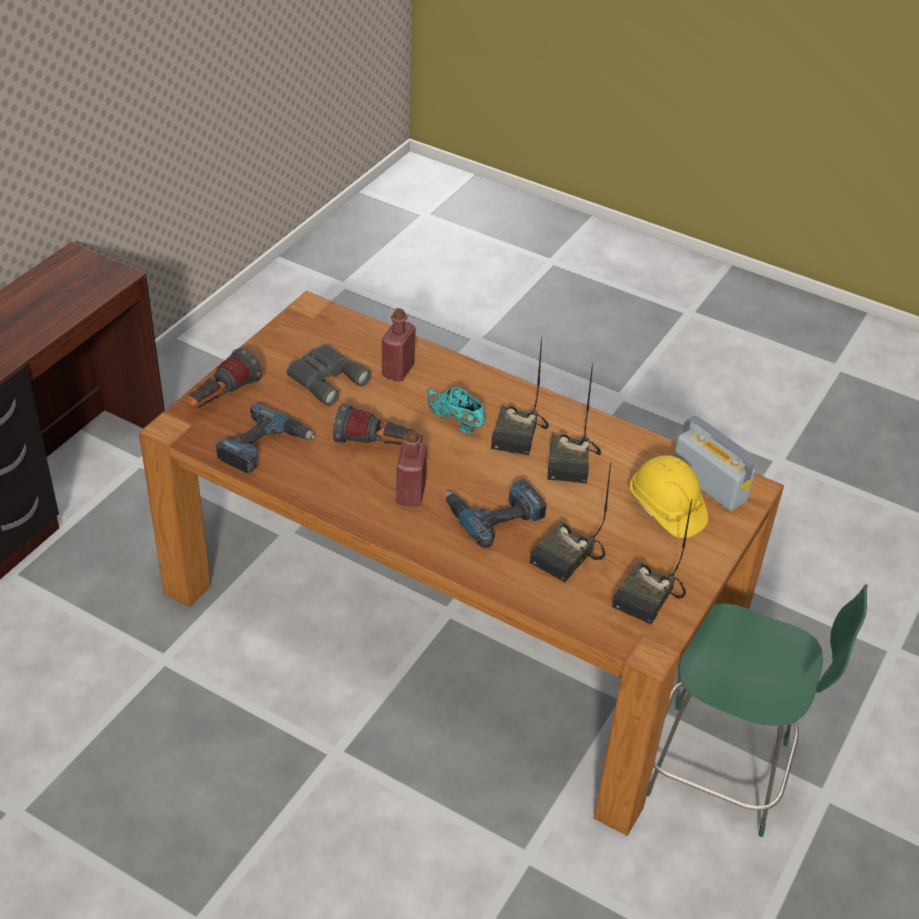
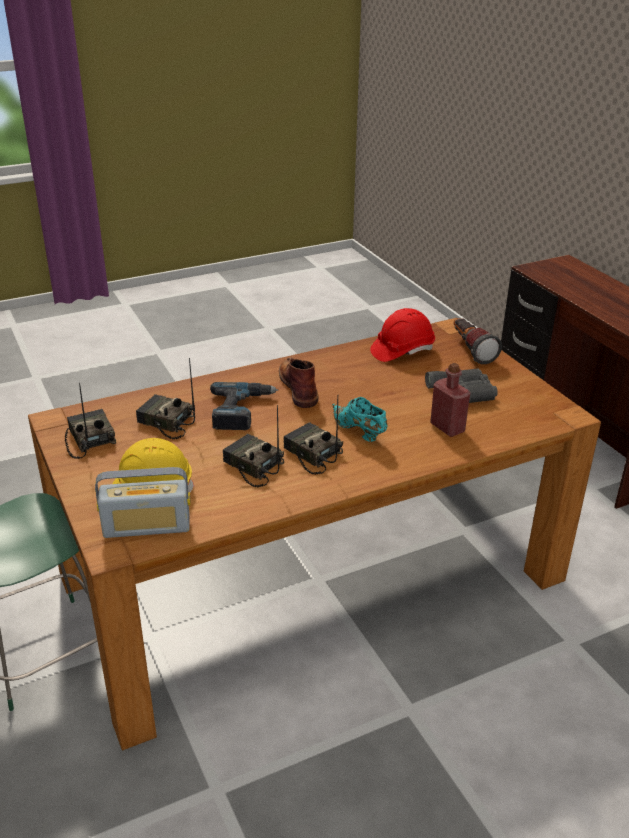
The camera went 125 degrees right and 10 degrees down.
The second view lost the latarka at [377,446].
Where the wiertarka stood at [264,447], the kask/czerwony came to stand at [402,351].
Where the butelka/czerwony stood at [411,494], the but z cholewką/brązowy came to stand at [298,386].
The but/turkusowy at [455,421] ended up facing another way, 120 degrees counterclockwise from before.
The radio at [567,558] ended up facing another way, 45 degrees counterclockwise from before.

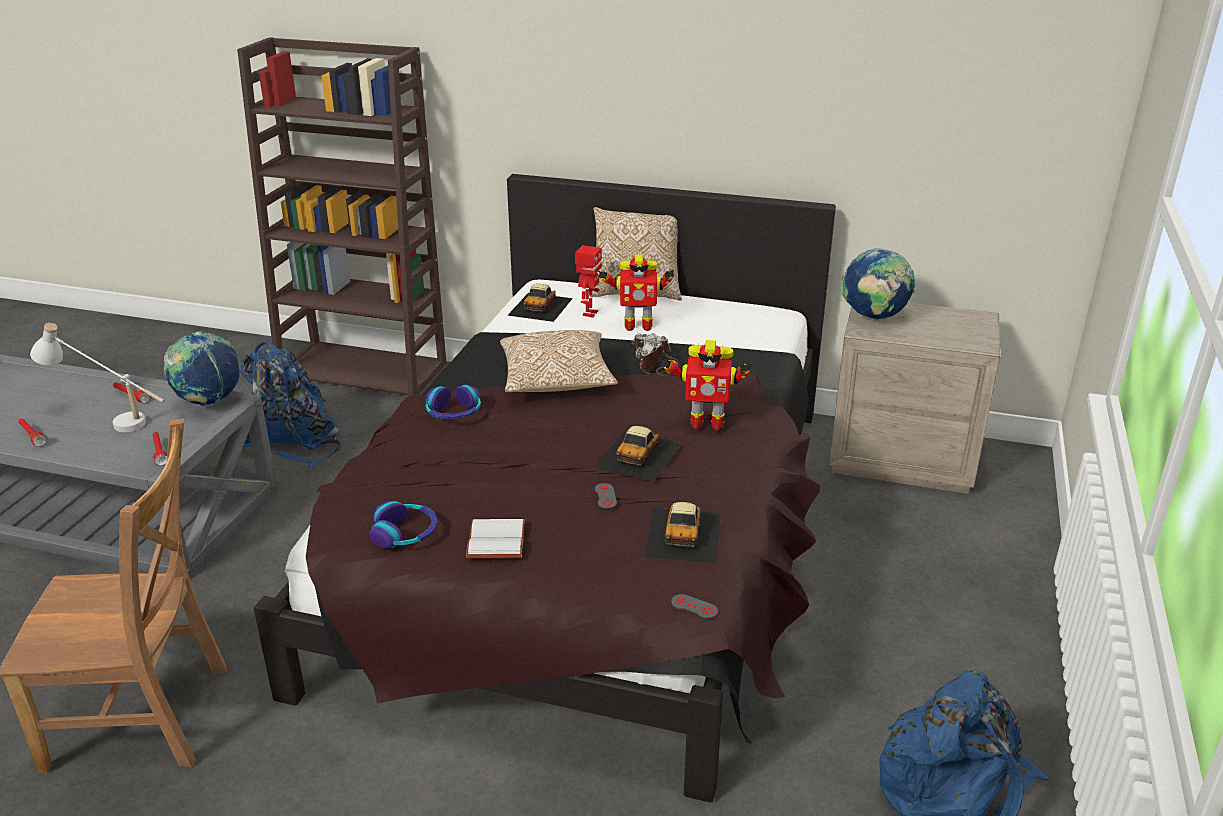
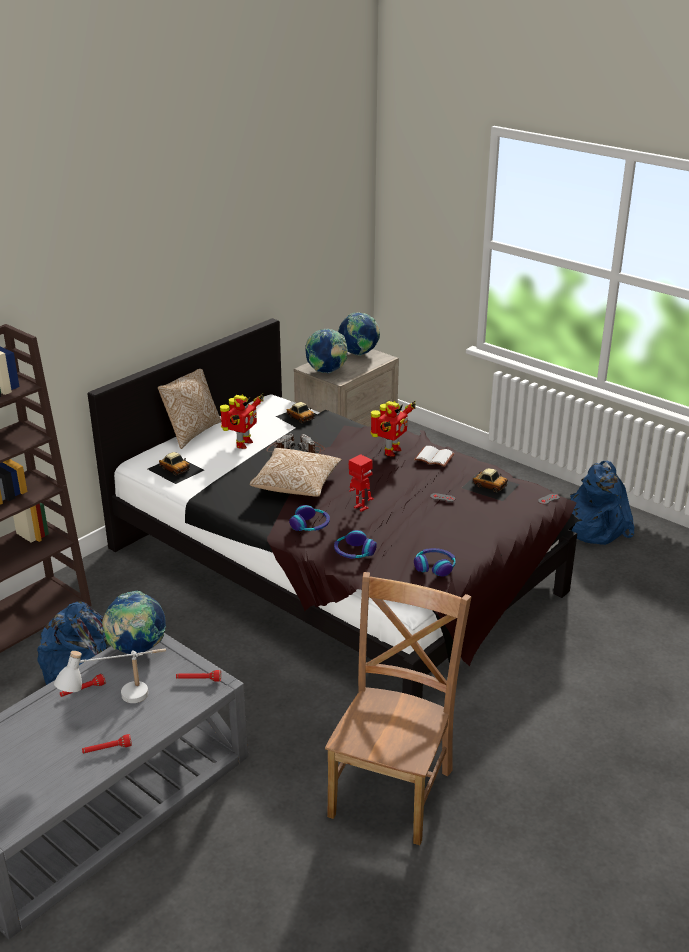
The camera went 65 degrees left and 0 degrees up.
The second view gained the słuchawki at [354,552].
The second view gained the globus at [359,354].
The książka/biały ended up elsewhere, having gone from [494,540] to [433,458].
The robot zabawkowy ended up elsewhere, having gone from [589,313] to [360,508].
The samochodzik ended up elsewhere, having gone from [639,455] to [301,418].

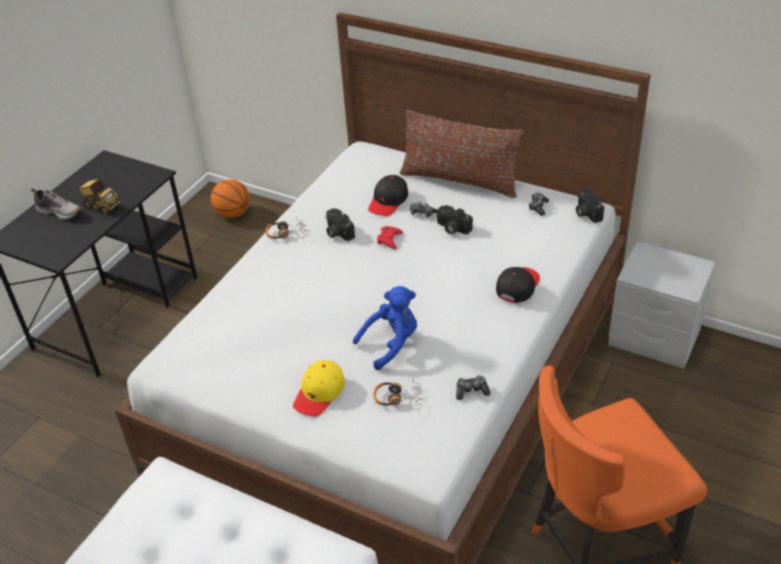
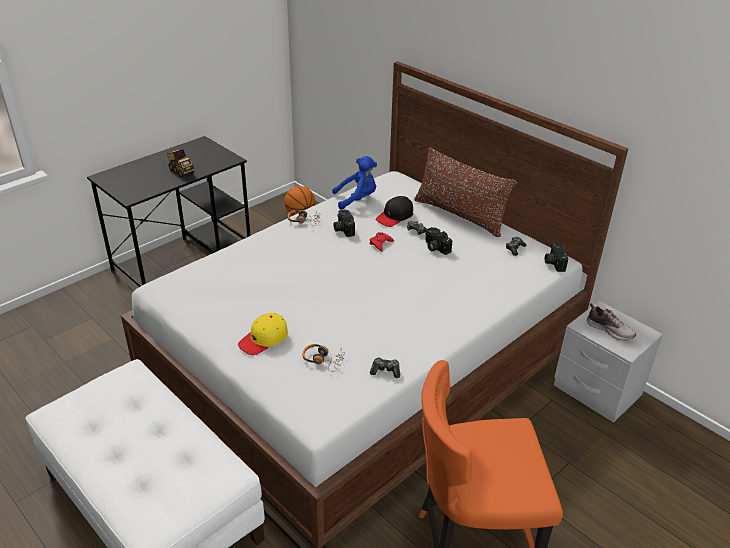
The camera went 15 degrees right and 5 degrees down.
The second view lost the czapka z daszkiem/czarny at [517,287].
The but ended up elsewhere, having gone from [59,211] to [609,330].
The pluszak/niebieski ended up elsewhere, having gone from [391,344] to [357,199].

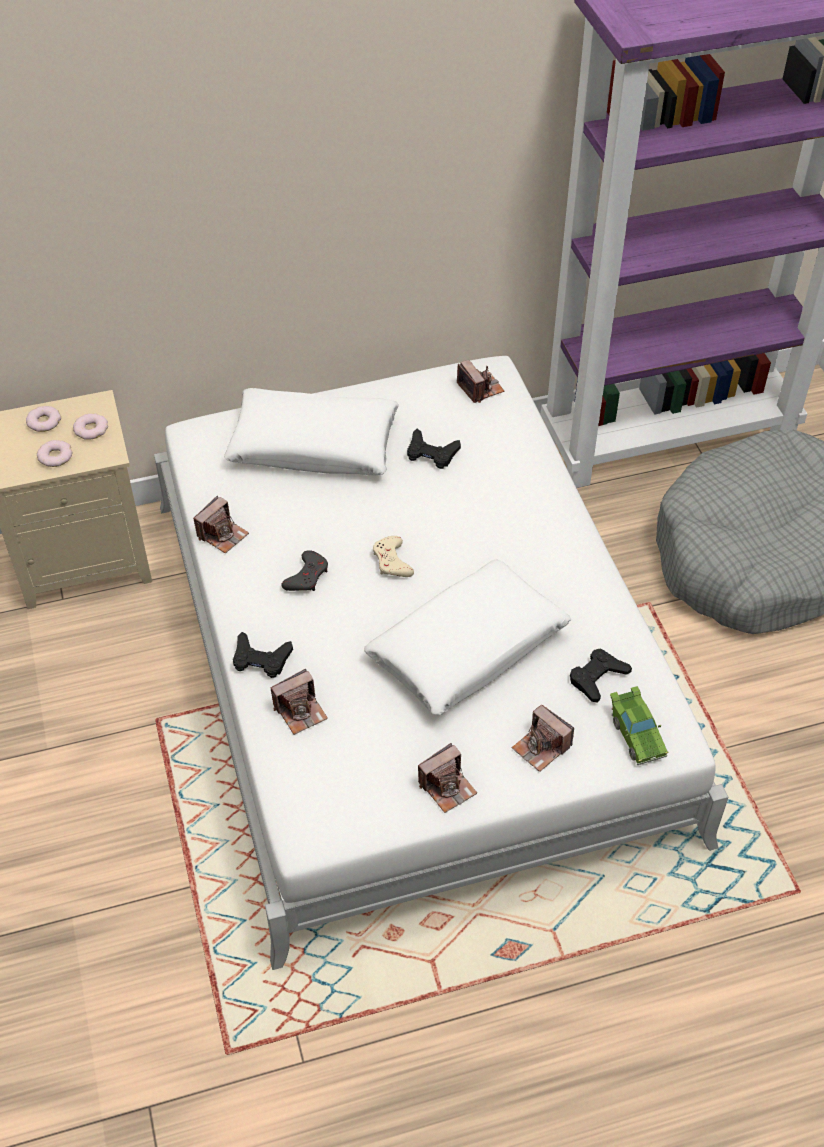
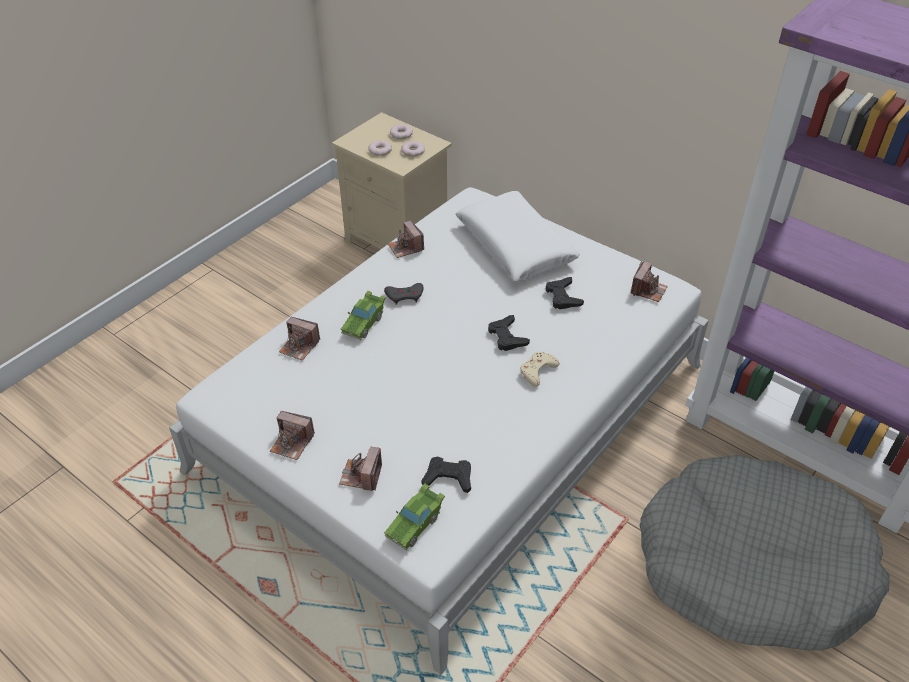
The camera went 55 degrees right and 5 degrees down.
The second view lost the poduszka/biały at [467,649].
The second view gained the samochodzik/zielony at [364,323].
The pad do gier/czarny ended up elsewhere, having gone from [261,659] to [507,337].
The pad do gier/beżowy ended up elsewhere, having gone from [392,561] to [537,371].
The aparat fotograficzny at [222,535] ended up facing another way, 60 degrees clockwise from before.

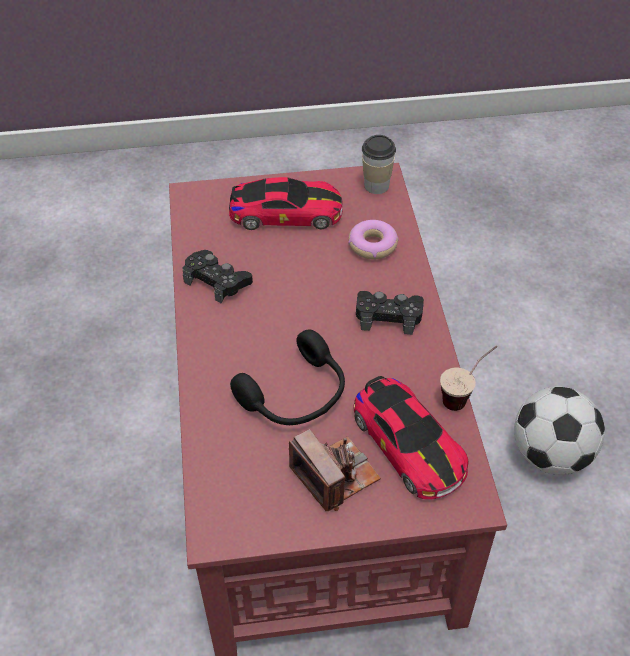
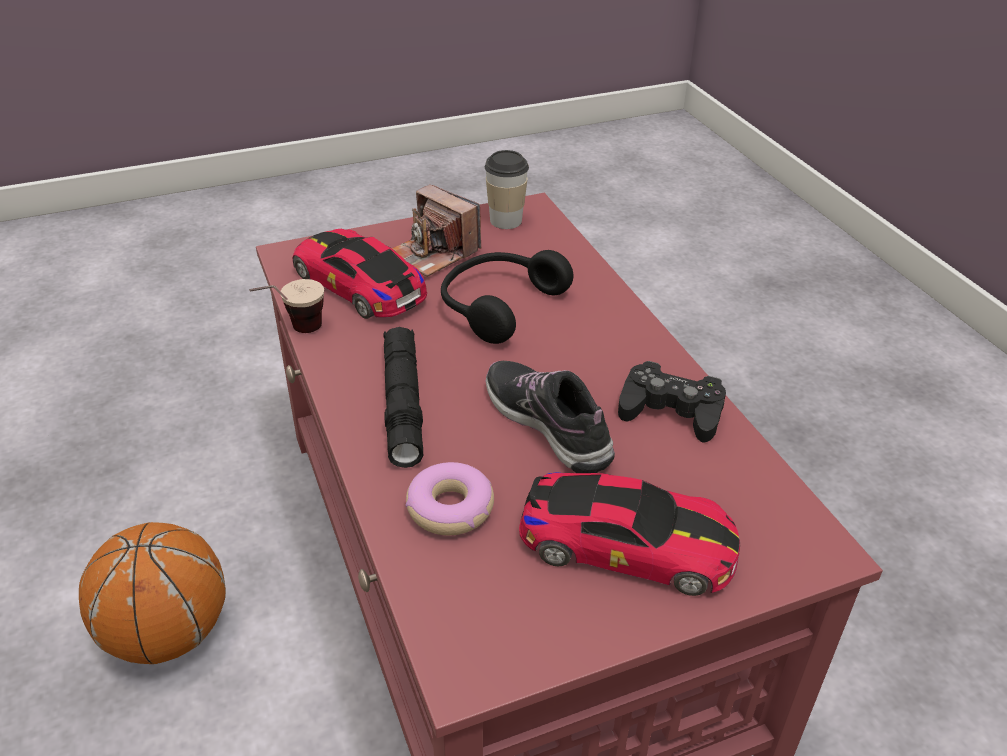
The camera went 165 degrees right and 10 degrees down.
The second view gained the but at [548,425].
The filiżanka ended up elsewhere, having gone from [376,185] to [506,220].
Where the pad do gier/czarny stood at [388,316], the latarka/czarny came to stand at [403,404].
Where the piłka futbolowa stood at [551,454], the piłka do koszykówki came to stand at [168,634].
The samochodzik at [286,212] ended up facing another way, 150 degrees counterclockwise from before.

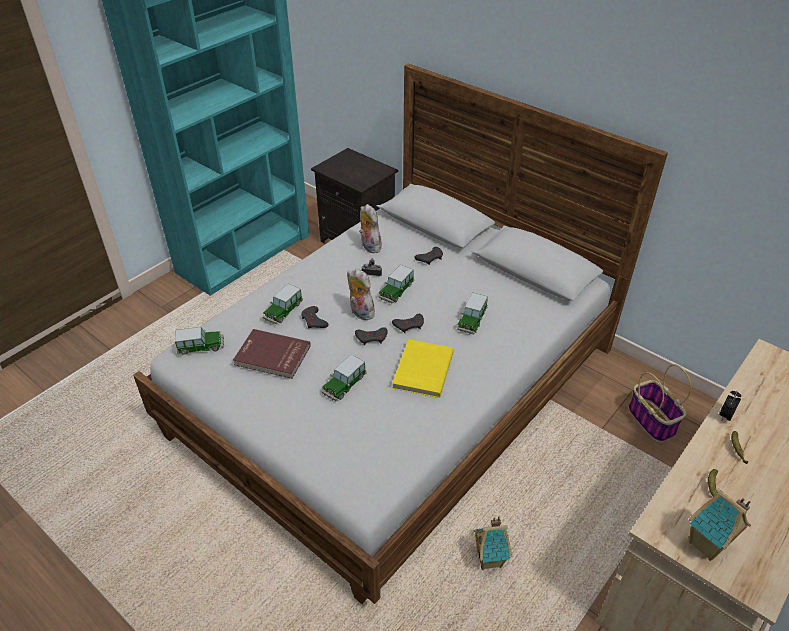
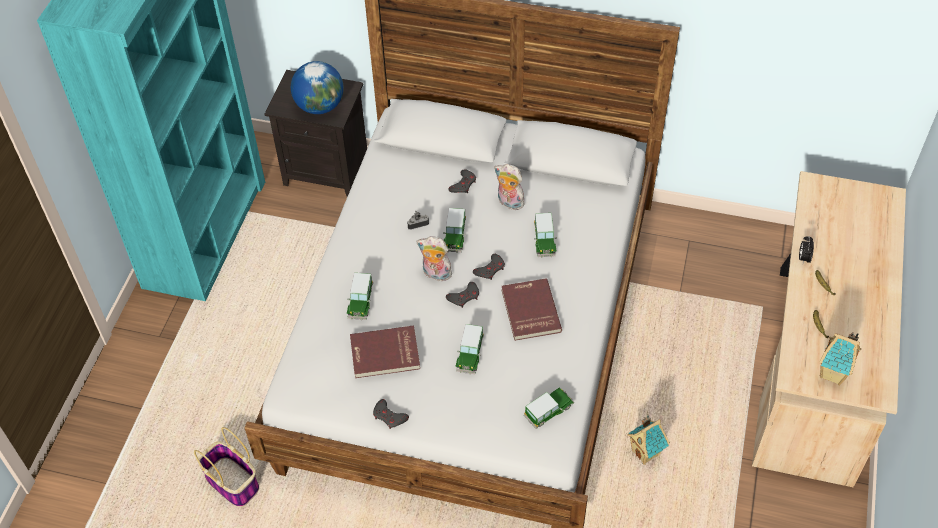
The camera went 25 degrees left and 10 degrees up.
The second view gained the globus at [320,106].
The samochodzik ended up elsewhere, having gone from [201,346] to [549,410].
The pad do gier/szary ended up elsewhere, having gone from [314,320] to [389,416].
The pluszak ended up elsewhere, having gone from [369,246] to [509,203].
The koszyk ended up elsewhere, having gone from [652,421] to [233,483].
What was the książka/żółty at [421,370] turned into the książka/czerwony at [529,311].

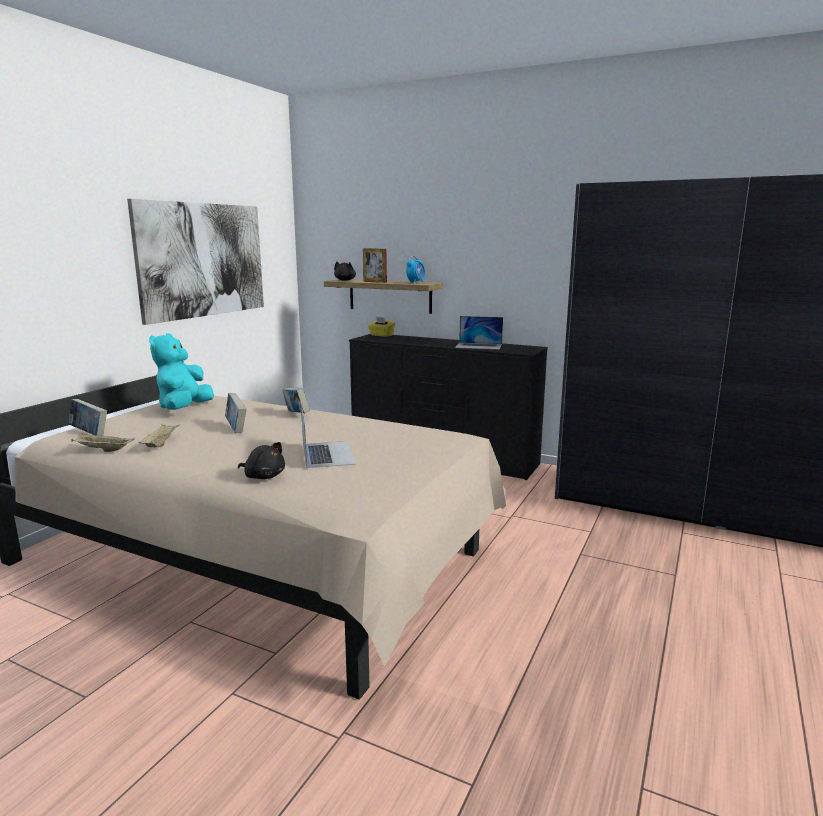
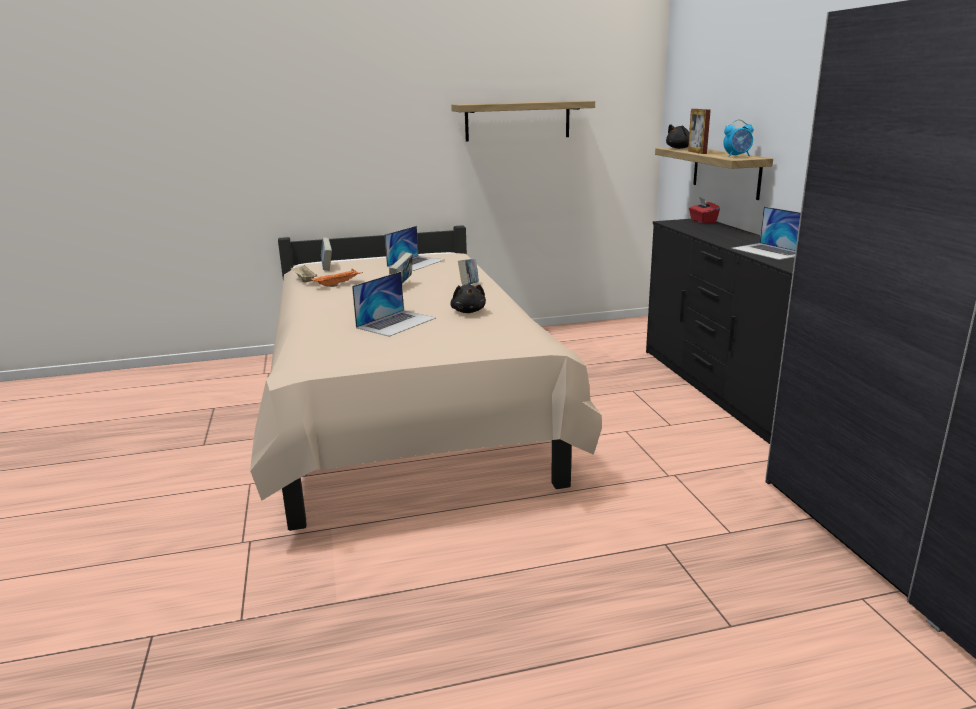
The camera went 50 degrees right and 5 degrees up.
The pluszak/czarny ended up elsewhere, having gone from [263,476] to [468,311].
Where the obraz hung at [203,260], the półka came to hang at [517,120].
Where the pluszak/turkusowy stood at [184,408], the laptop came to stand at [416,263].
What was the taca/beżowy at [160,443] turned into the taca/pomarańczowy at [338,284].
What was the pudełko chusteczek/żółty at [381,335] turned into the pudełko chusteczek/czerwony at [702,221].

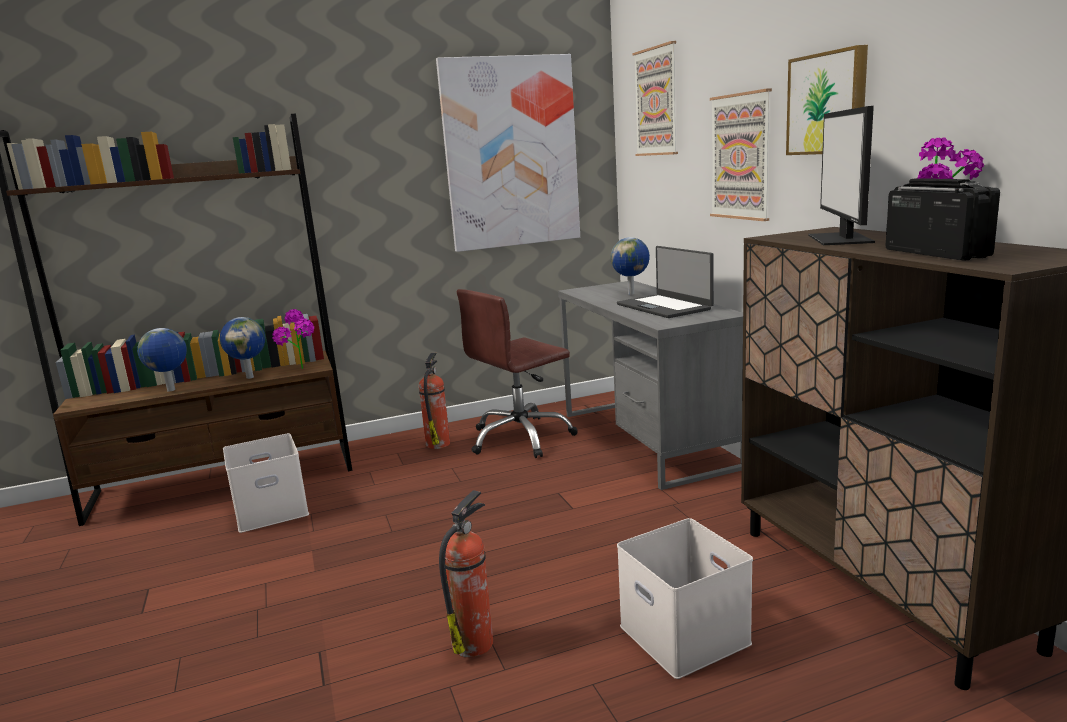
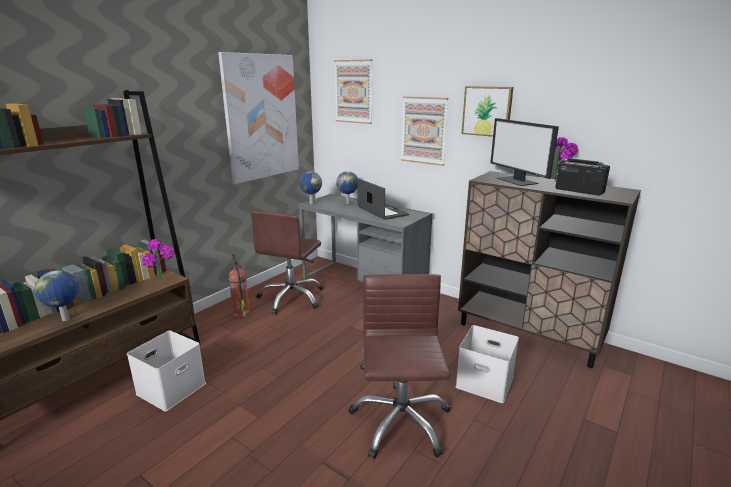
The camera went 35 degrees left and 5 degrees up.
The globus ended up elsewhere, having gone from [250,377] to [311,203].
Where the gaśnica stood at [474,642], the krzesło biurowe/brązowy came to stand at [400,422].
The laptop at [664,307] ended up facing another way, 150 degrees counterclockwise from before.

